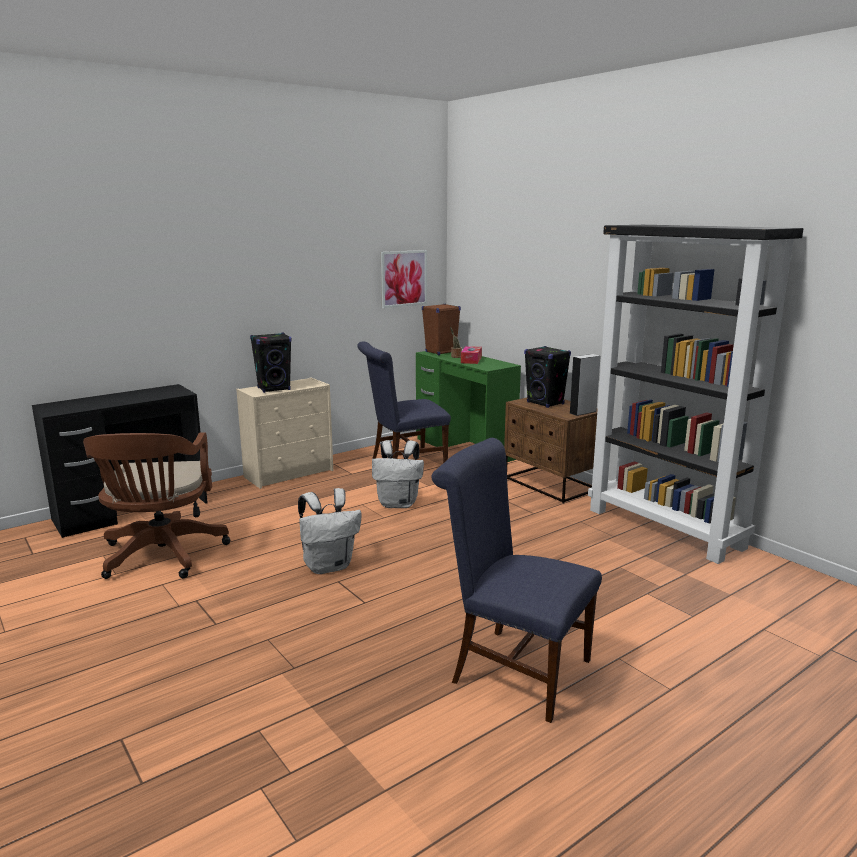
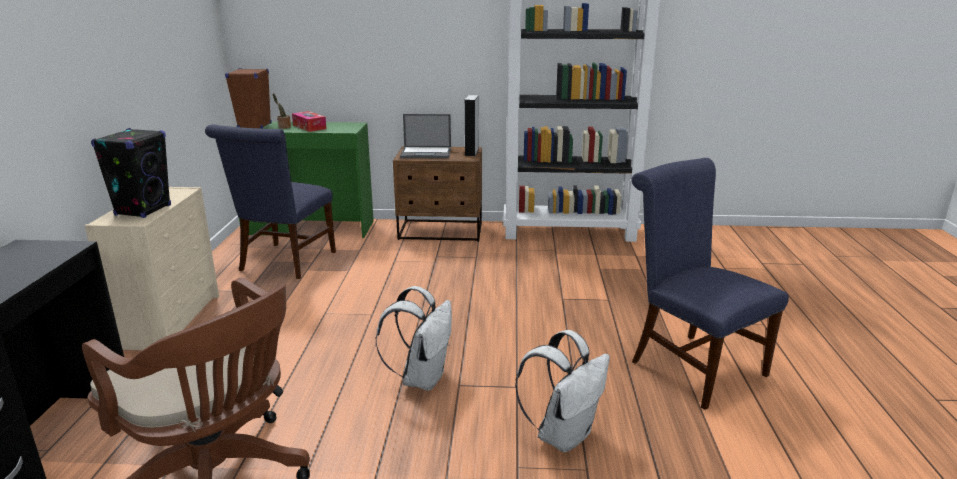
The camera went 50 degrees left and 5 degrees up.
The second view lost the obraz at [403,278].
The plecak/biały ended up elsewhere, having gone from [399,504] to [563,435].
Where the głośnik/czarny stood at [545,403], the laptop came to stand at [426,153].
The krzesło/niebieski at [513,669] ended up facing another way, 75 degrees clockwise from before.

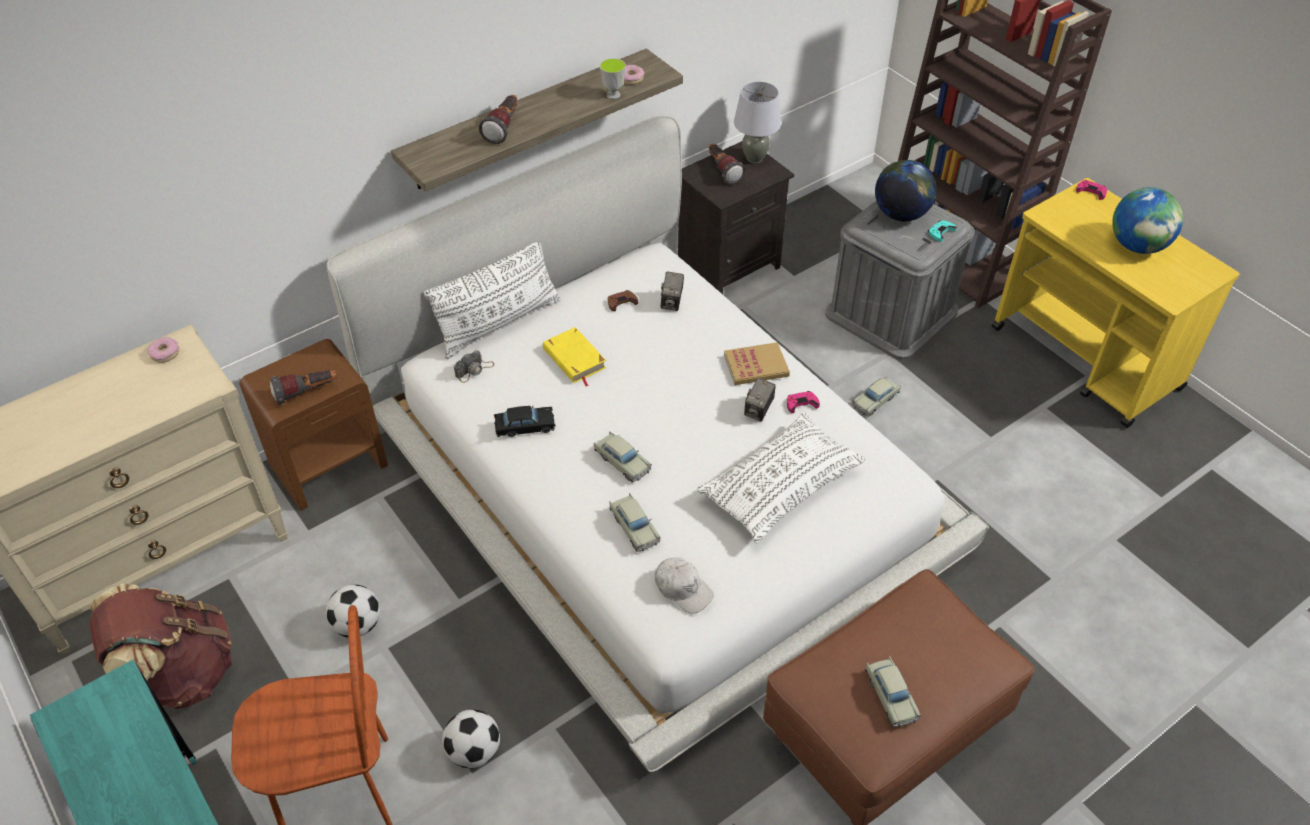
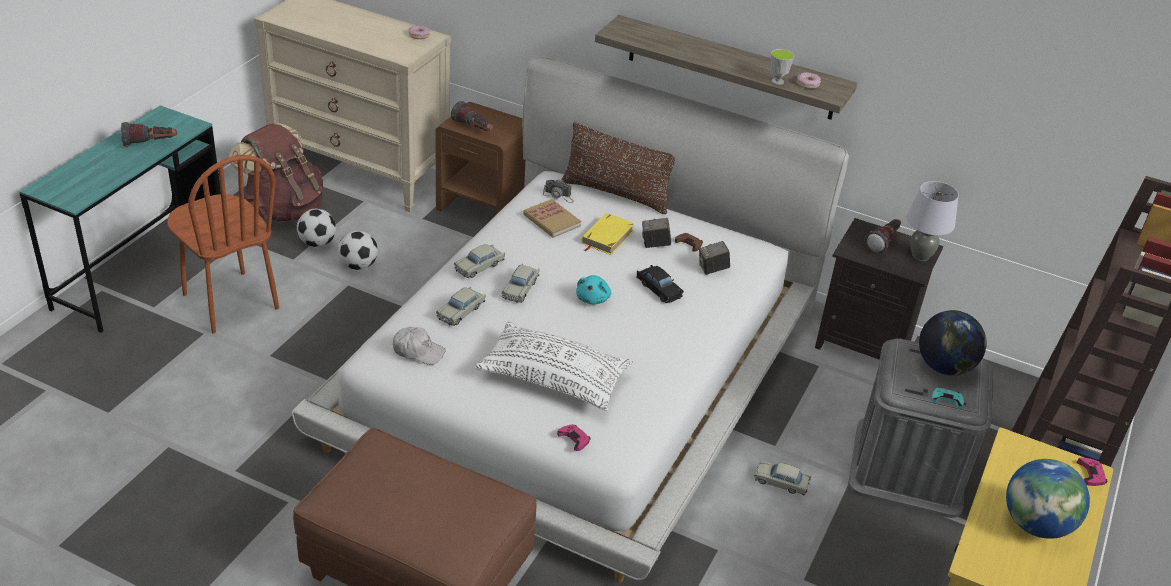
The camera went 60 degrees right and 10 degrees down.
The second view gained the pluszak/turkusowy at [593,298].
The piłka futbolowa ended up elsewhere, having gone from [474,751] to [317,243].
The latarka ended up elsewhere, having gone from [504,127] to [150,144].
The samochodzik/czarny ended up elsewhere, having gone from [525,426] to [658,289].
The książka ended up elsewhere, having gone from [756,366] to [551,220].
The aparat fotograficzny ended up elsewhere, having gone from [758,411] to [655,244].
The pad do gier/różowy ended up elsewhere, having gone from [801,403] to [574,439].
The samochodzik/beżowy ended up elsewhere, having gone from [890,696] to [479,266].
What was the poduszka/biały at [499,323] turned into the poduszka/brązowy at [616,194].
The czapka z daszkiem/biały at [683,589] ended up facing another way, 90 degrees counterclockwise from before.

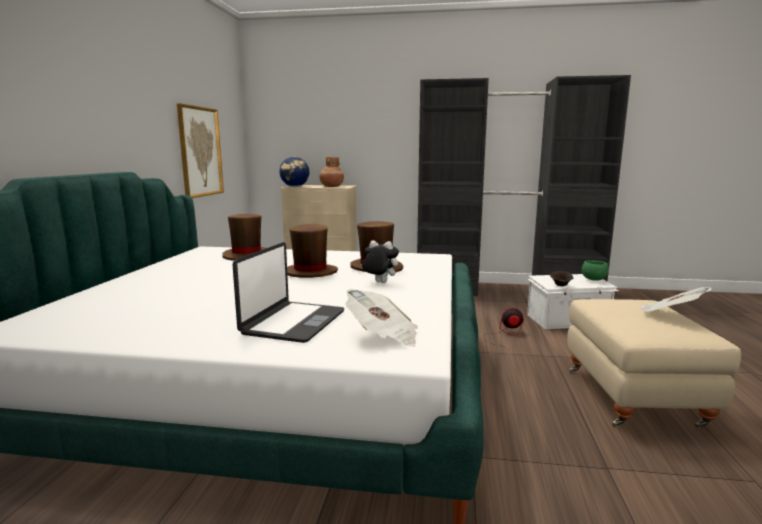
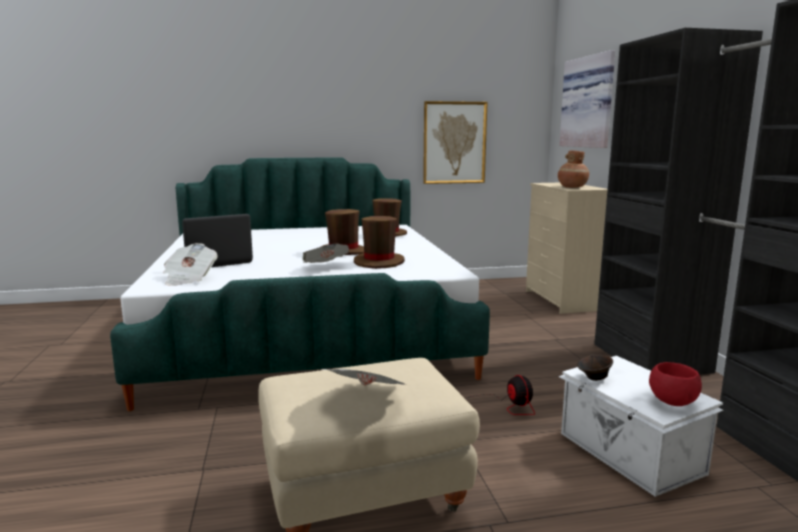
The camera went 70 degrees right and 0 degrees up.
The second view lost the globus at [295,186].
The second view gained the obraz at [589,102].
Where the pluszak stood at [379,282], the gazeta came to stand at [326,267].
What was the miska/zielony at [593,279] turned into the miska/czerwony at [673,402].
The laptop at [293,322] ended up facing another way, 150 degrees clockwise from before.

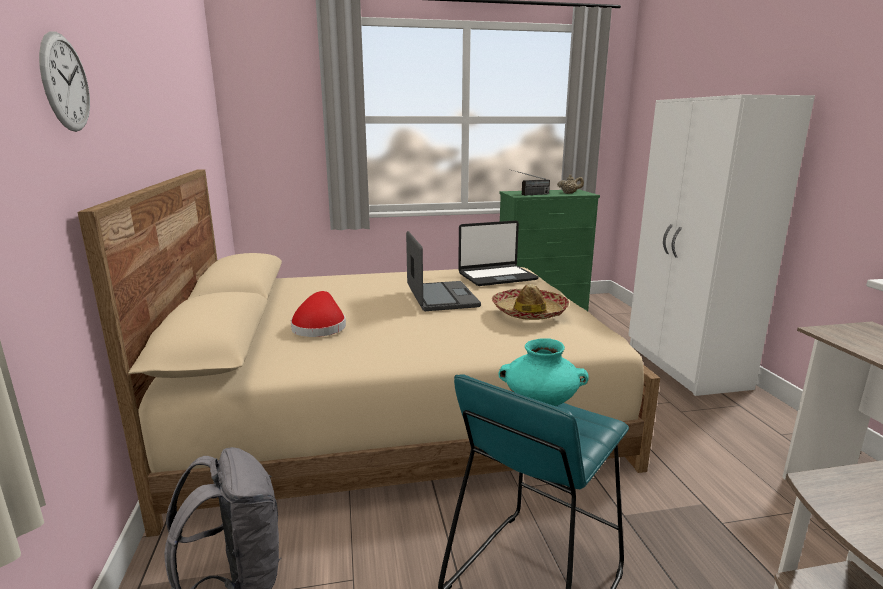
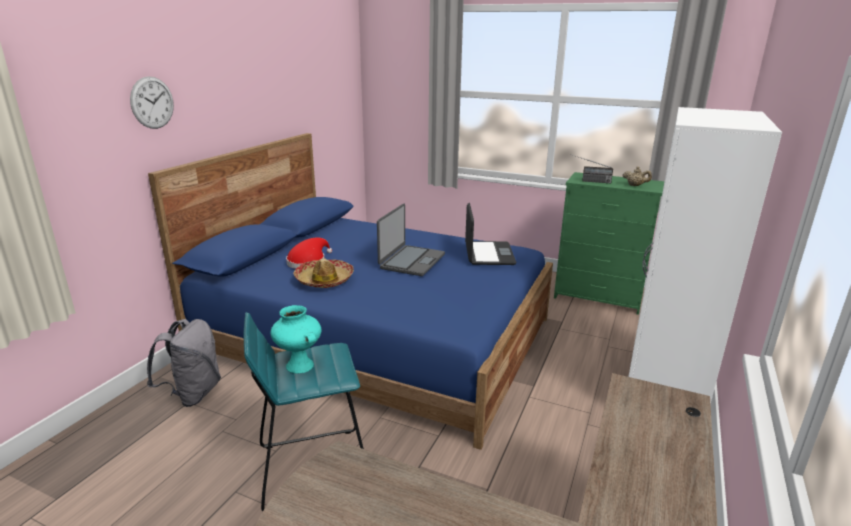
The camera went 35 degrees right and 5 degrees up.
The kapelusz ended up elsewhere, having gone from [528,312] to [324,280].
What was the łóżko/beżowy at [395,408] turned into the łóżko/niebieski at [376,336].
The laptop at [497,276] ended up facing another way, 105 degrees counterclockwise from before.

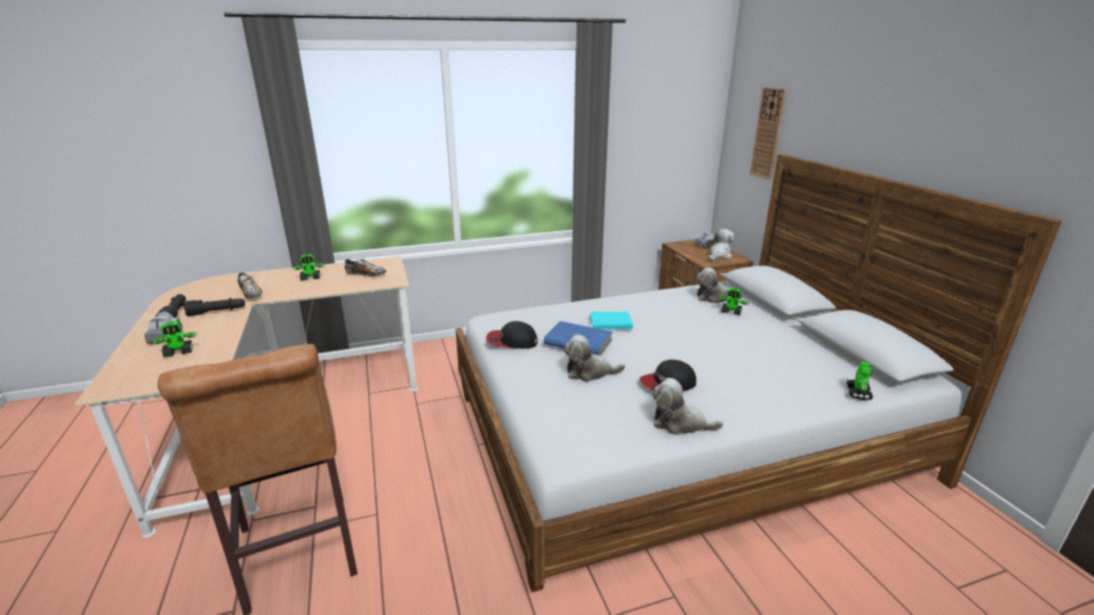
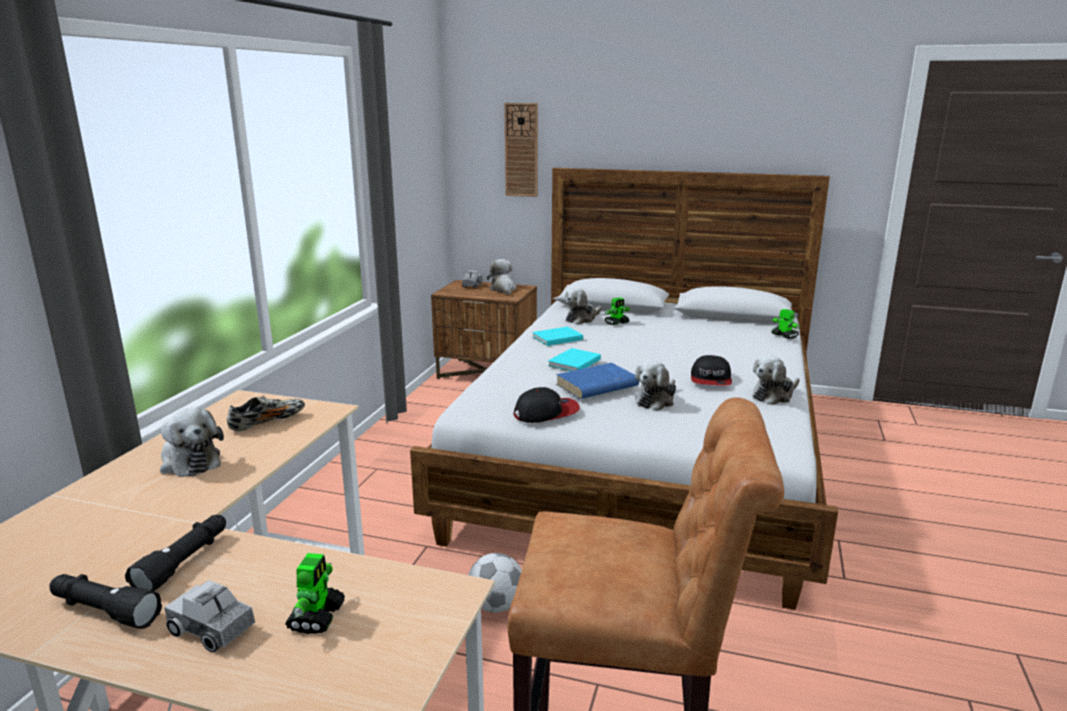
The camera went 55 degrees left and 5 degrees down.
The second view lost the but at [251,294].
The second view gained the piłka futbolowa at [496,605].
The second view gained the książka/turkusowy at [556,338].
Where the robot zabawkowy stood at [311,278], the pluszak came to stand at [189,461].
The czapka z daszkiem at [511,341] ended up facing another way, 150 degrees counterclockwise from before.

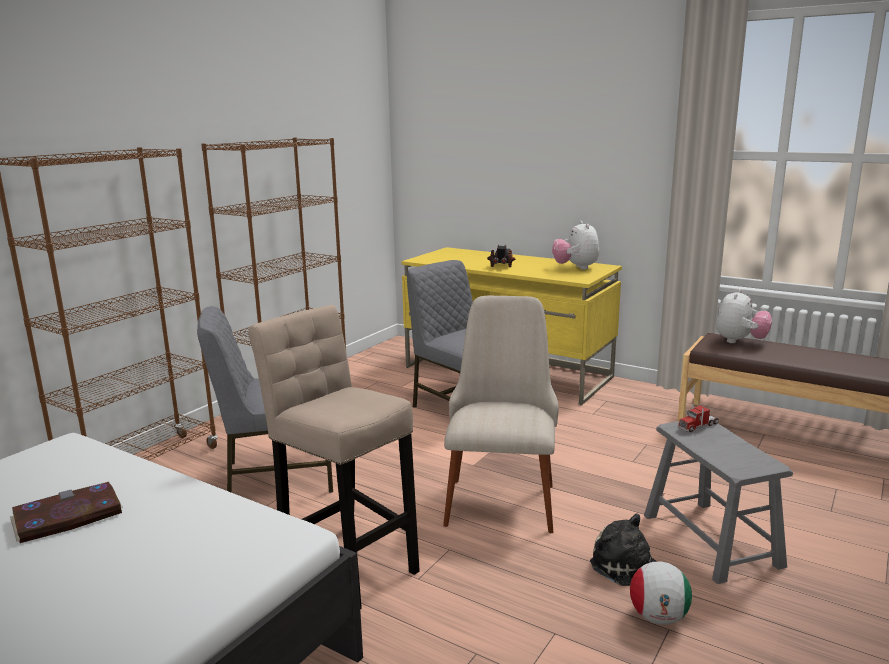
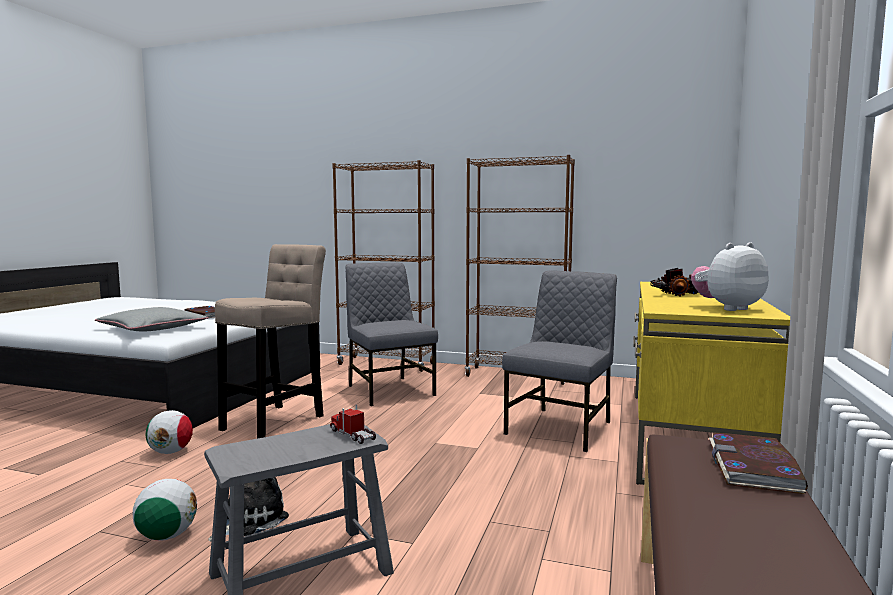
The camera went 75 degrees right and 10 degrees down.
The second view lost the krzesło/beżowy at [501,493].
The second view gained the poduszka/szary at [153,328].
The second view gained the piłka futbolowa at [170,452].
Where the pluszak stood at [740,341], the książka came to stand at [754,467].

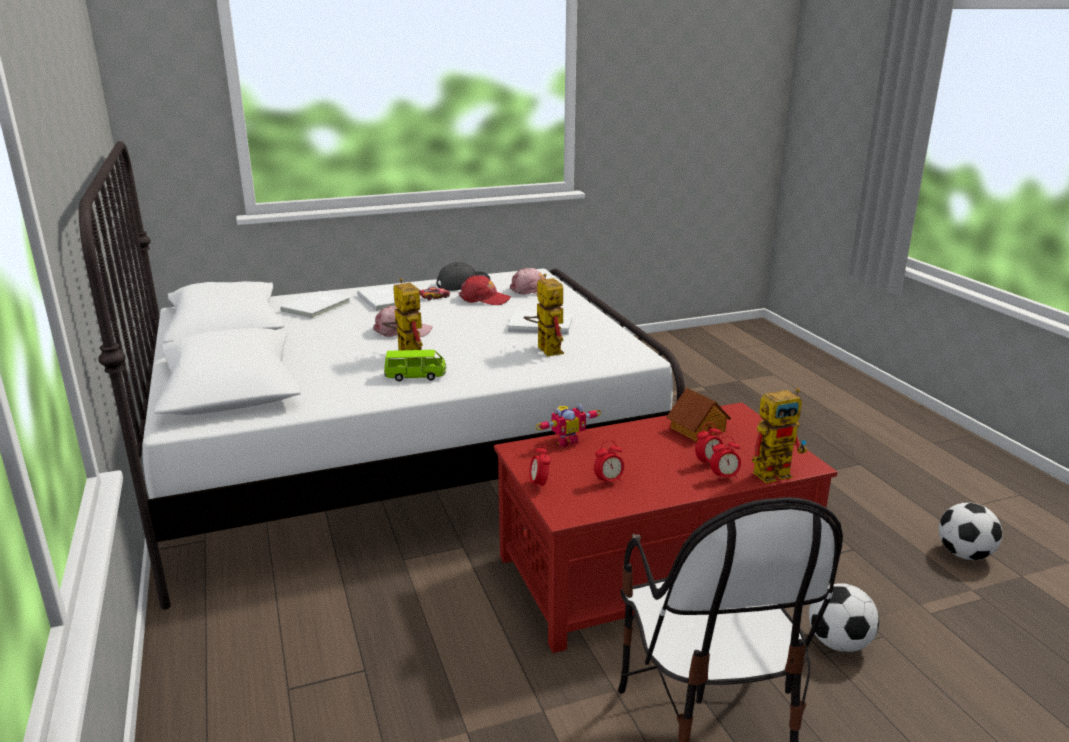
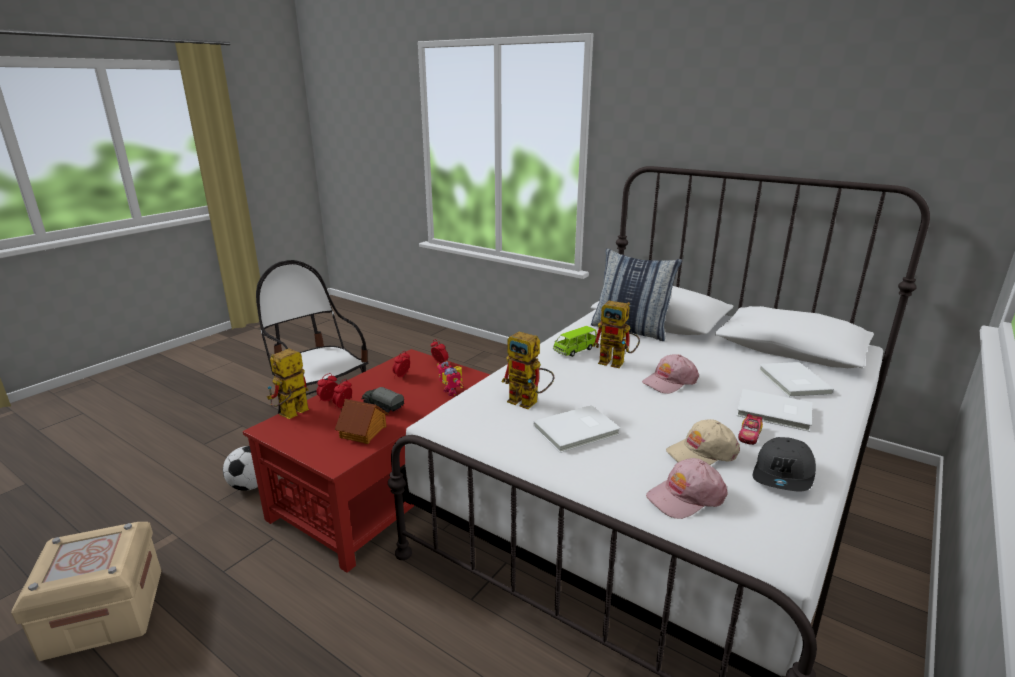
The camera went 145 degrees right and 0 degrees up.
The second view gained the ciężarówka zabawkowa at [382,407].
The second view gained the poduszka at [630,329].
Where the piłka futbolowa stood at [964,554], the pojemnik do przechowywania/beżowy came to stand at [105,613].
What was the czapka z daszkiem/czerwony at [484,299] turned into the czapka z daszkiem/beżowy at [702,453].
The robot zabawkowy at [566,441] ended up facing another way, 60 degrees counterclockwise from before.

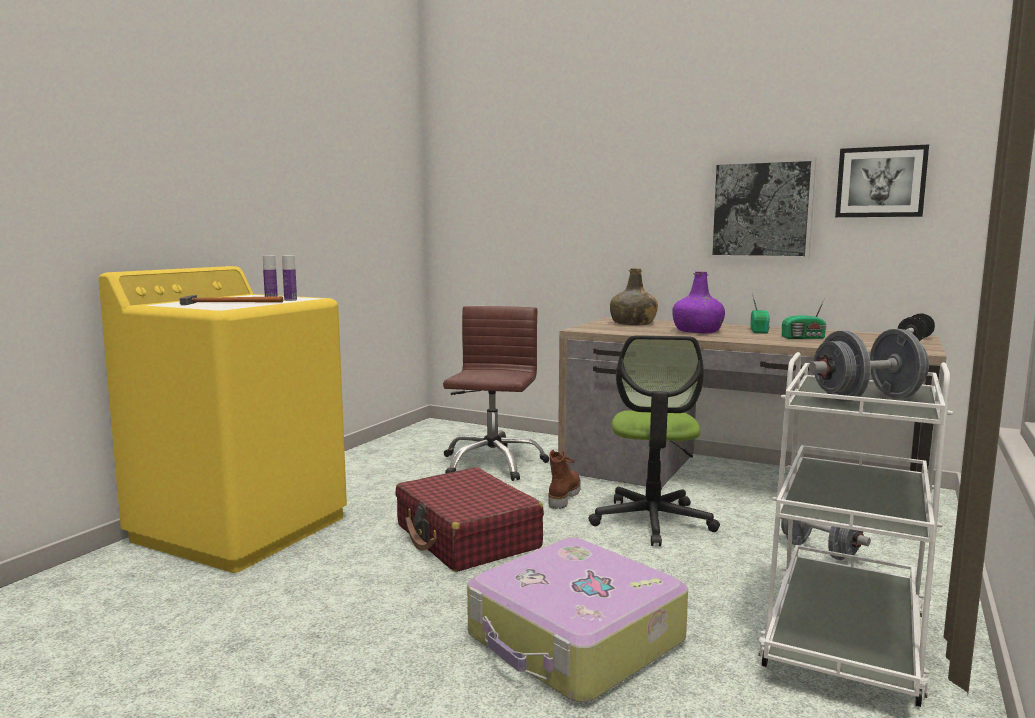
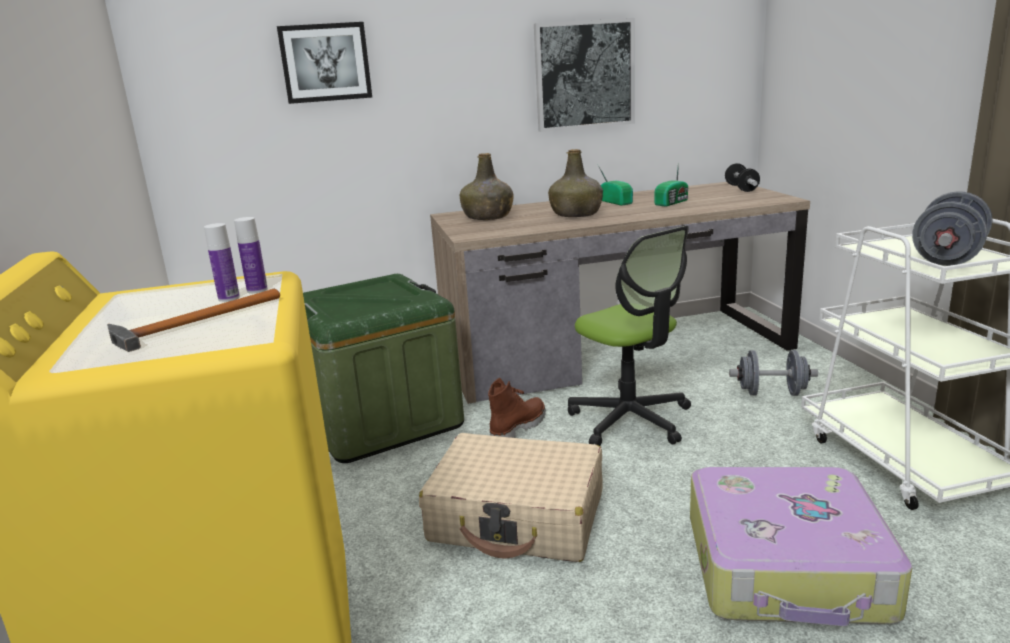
The camera went 40 degrees left and 10 degrees up.
The obraz ended up elsewhere, having gone from [880,182] to [325,62].
Where the krzesło biurowe/brązowy stood at [492,463], the pojemnik do przechowywania/zielony came to stand at [381,420].
What was the walizka/czerwony at [467,537] turned into the walizka/beżowy at [518,517].
What was the butelka/fioletowy at [698,331] turned into the butelka/zielony at [576,214].
The but z cholewką/brązowy at [563,496] ended up facing another way, 60 degrees clockwise from before.

